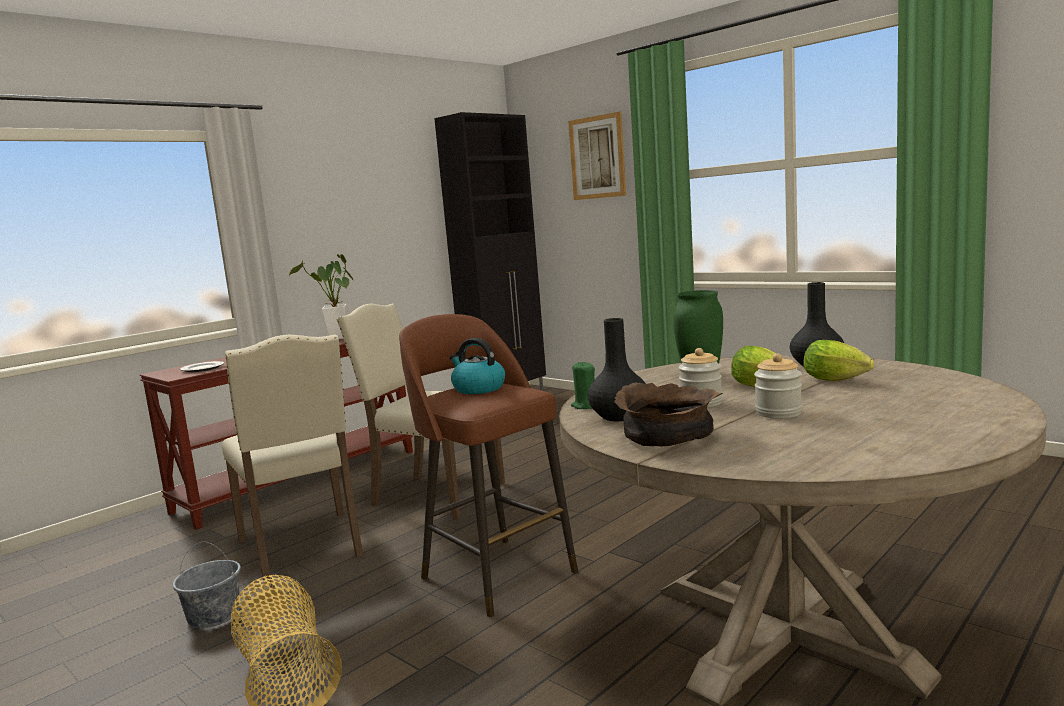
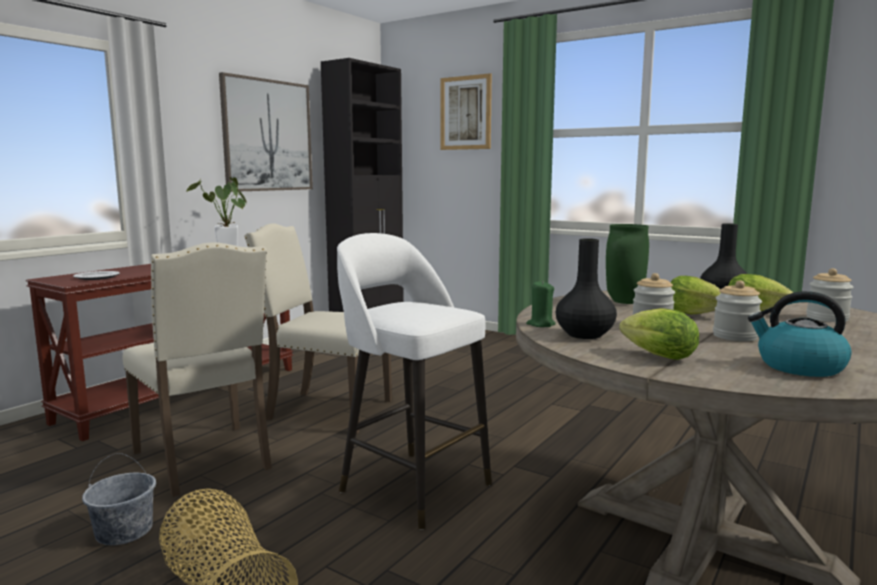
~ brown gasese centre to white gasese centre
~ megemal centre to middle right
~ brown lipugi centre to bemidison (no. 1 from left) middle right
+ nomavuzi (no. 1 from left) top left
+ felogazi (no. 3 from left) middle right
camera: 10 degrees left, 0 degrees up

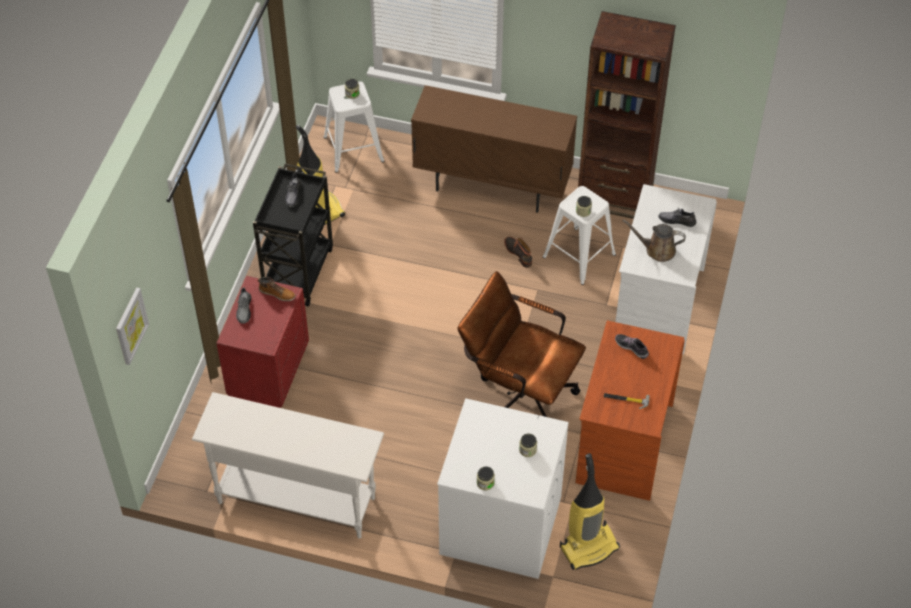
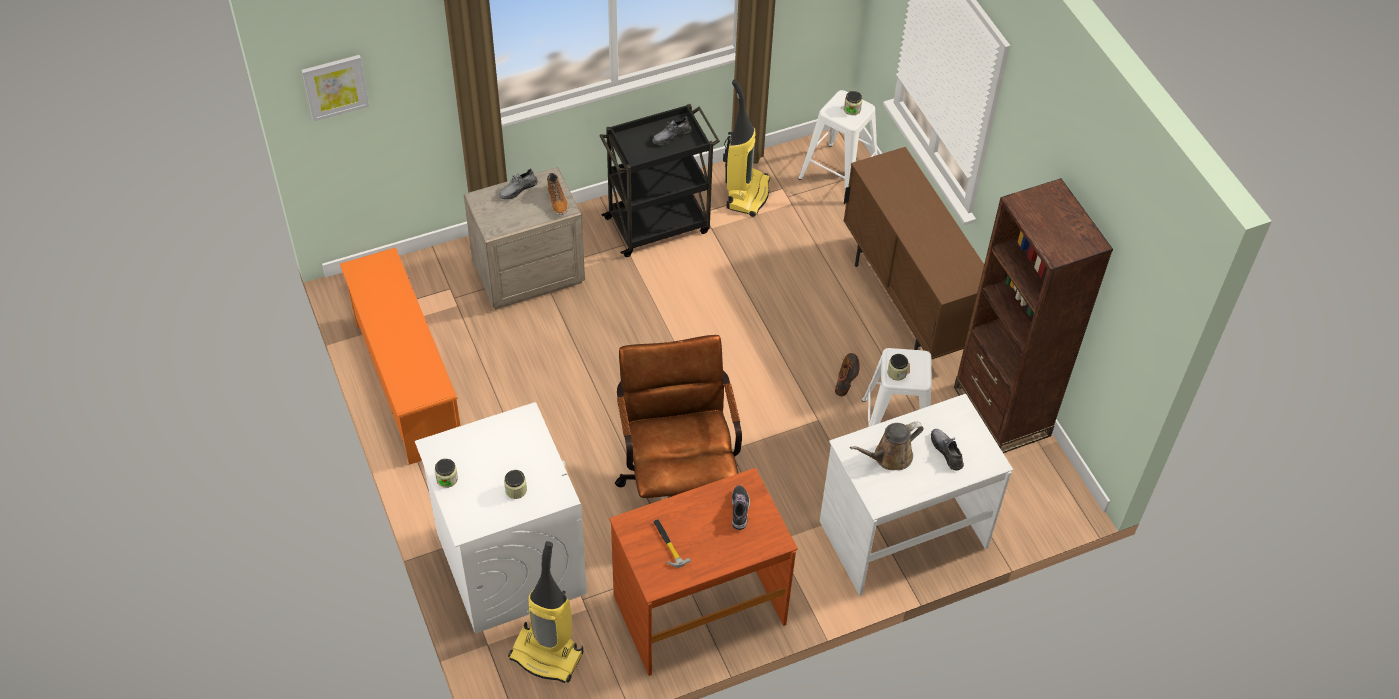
~ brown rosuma middle right = centre 90 degrees counterclockwise
~ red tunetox middle left to beige tunetox centre
~ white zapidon bottom left to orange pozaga middle left
camera: 50 degrees right, 0 degrees up

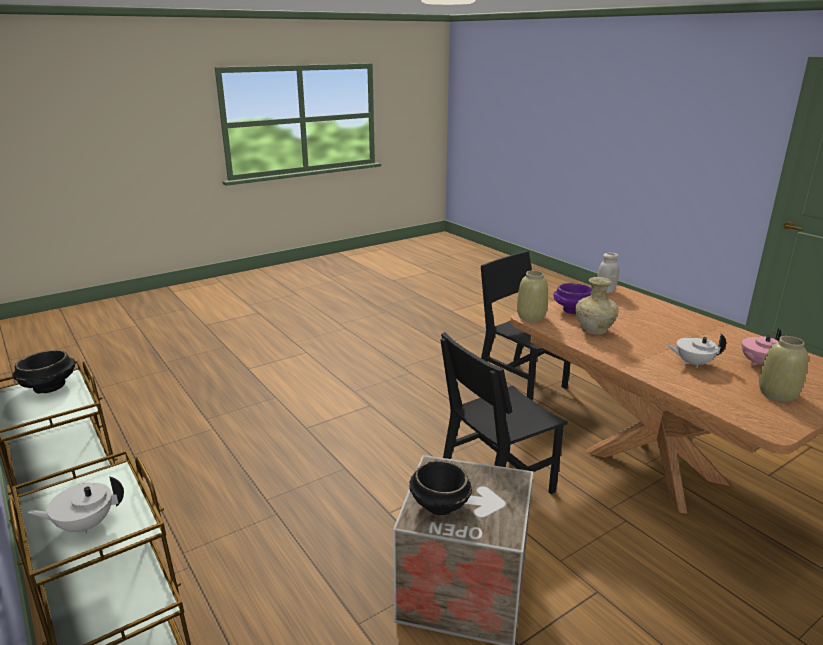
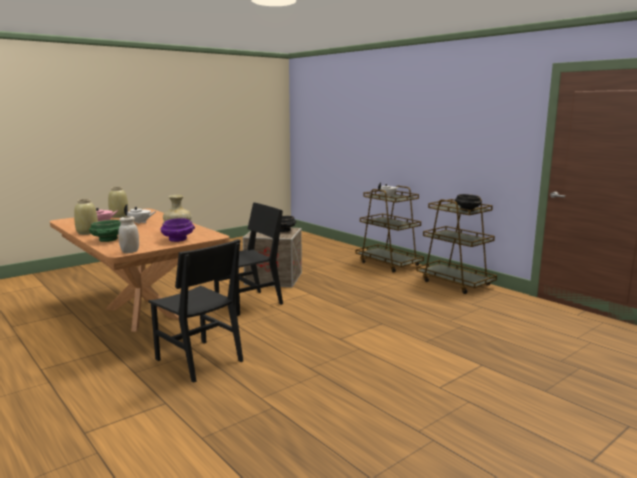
~ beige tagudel (no. 1 from left) centre to middle left
+ green lipugi middle left
camera: 175 degrees right, 10 degrees down

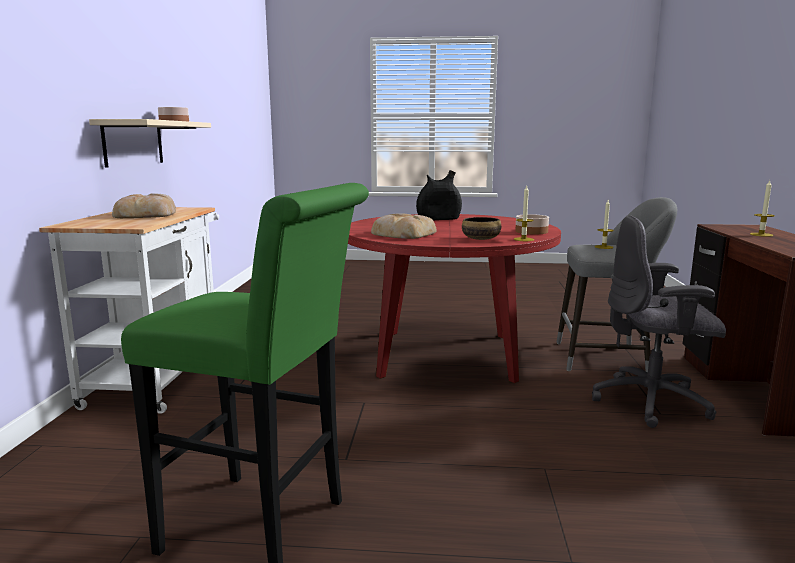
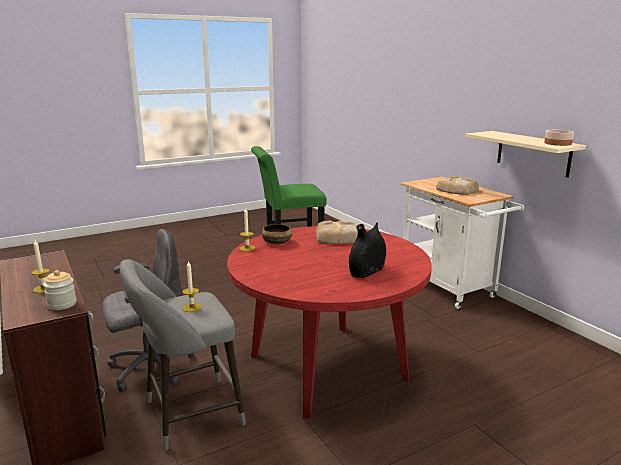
- lipugi (no. 3 from left) middle right
+ felogazi middle left
camera: 145 degrees right, 5 degrees up

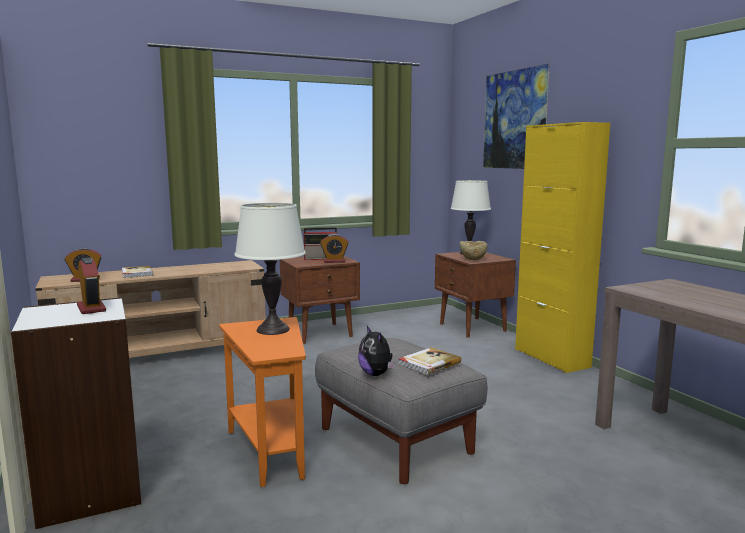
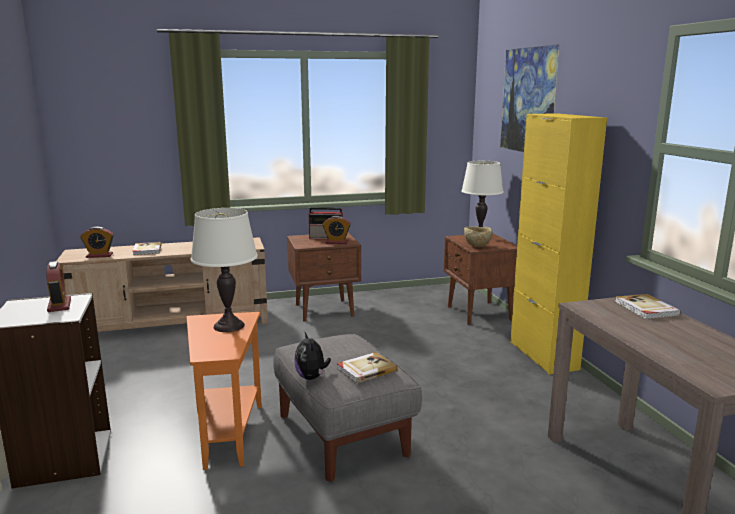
+ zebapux (no. 3 from left) middle right
camera: 10 degrees right, 5 degrees up

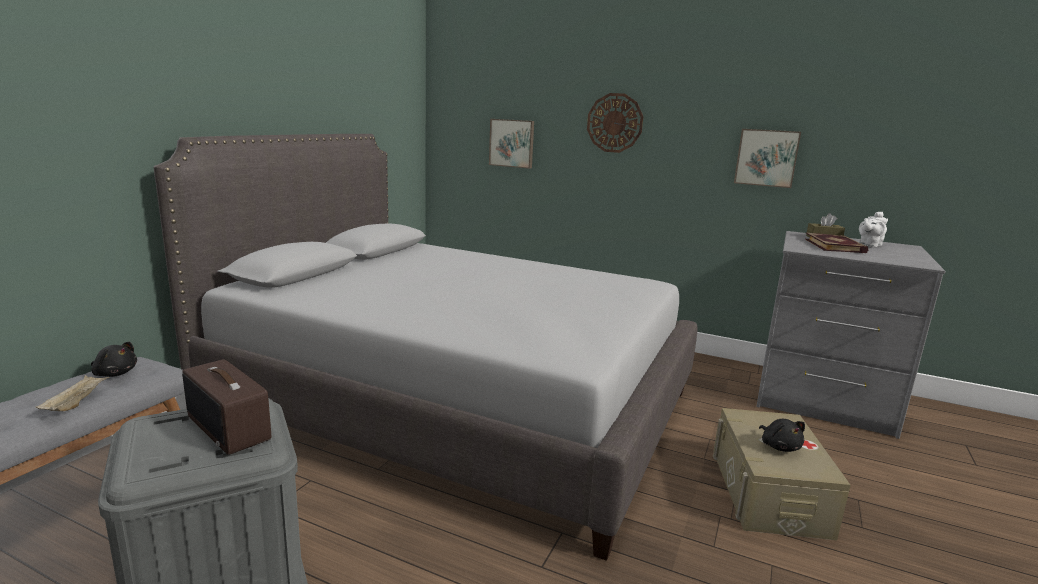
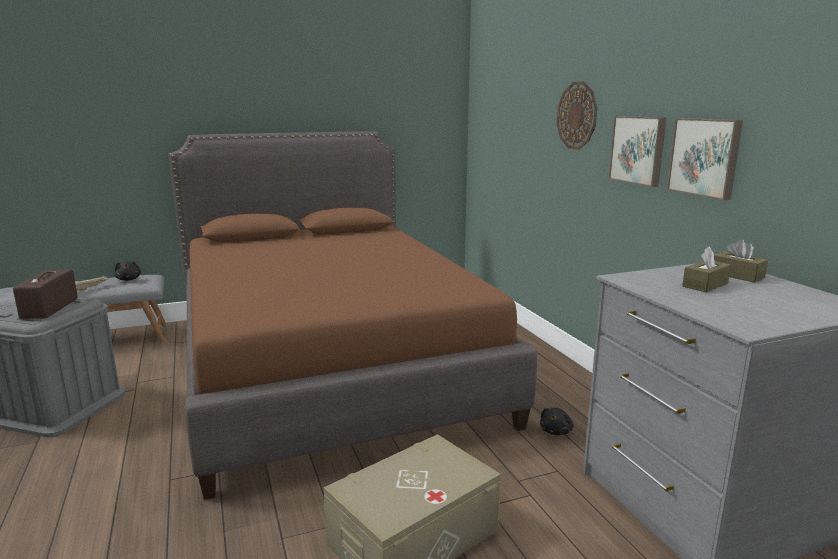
~ nomavuzi (no. 1 from left) top centre to top right
~ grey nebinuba centre to brown nebinuba centre
- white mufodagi middle right
~ zebapux middle right to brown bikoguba (no. 1 from left) middle right
~ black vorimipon (no. 2 from left) bottom right to bottom centre
camera: 45 degrees right, 0 degrees up

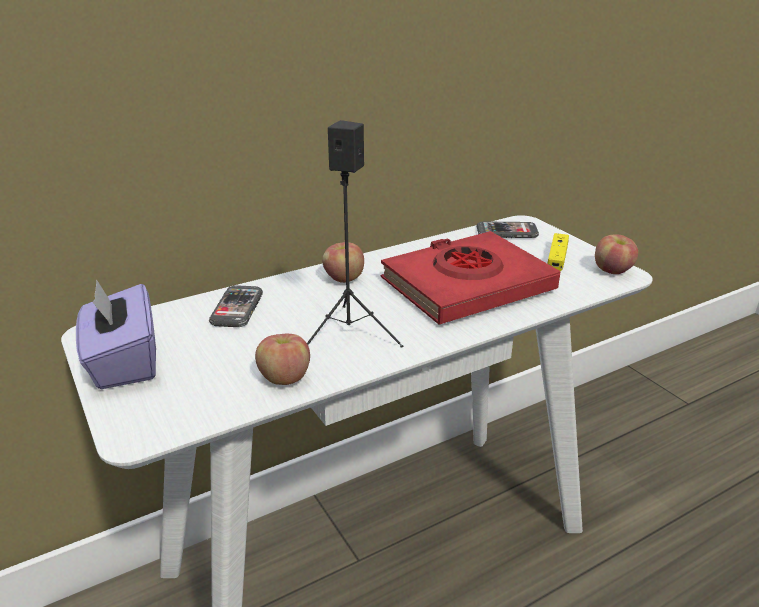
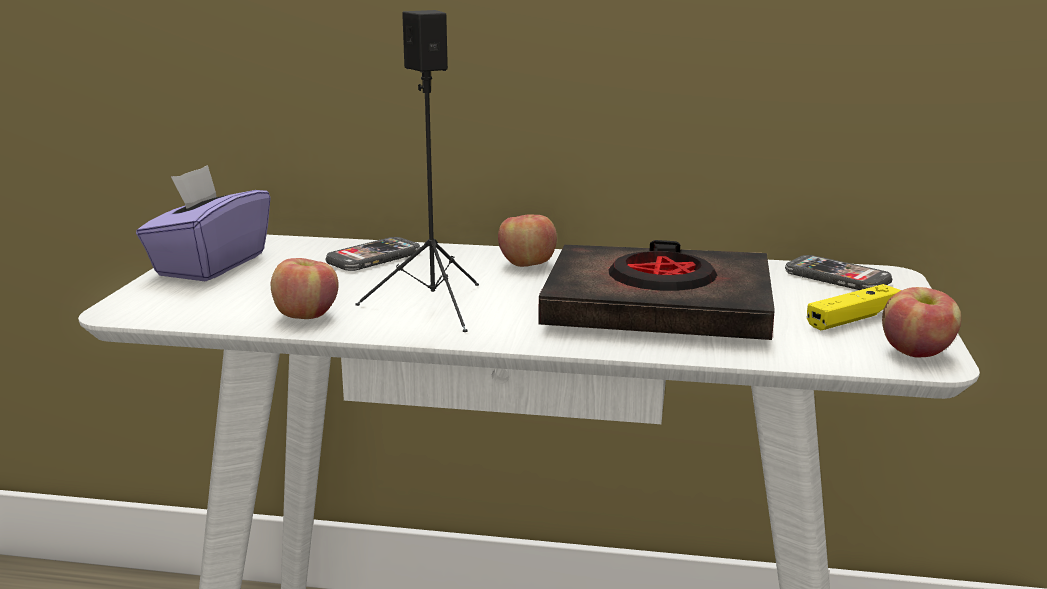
~ red zebapux centre to black zebapux centre
camera: 40 degrees right, 10 degrees down

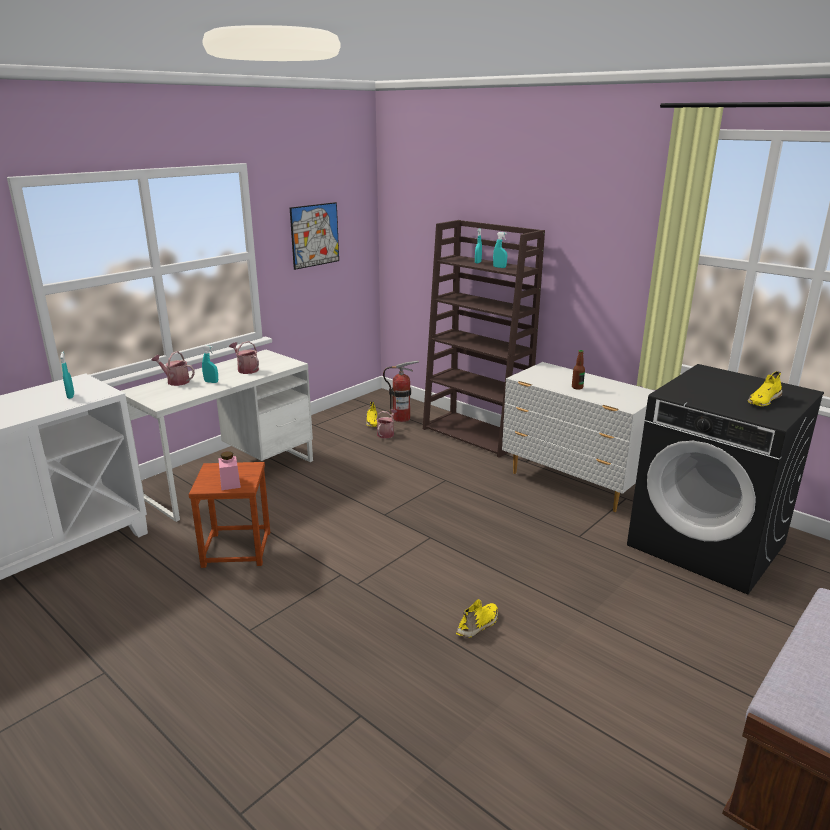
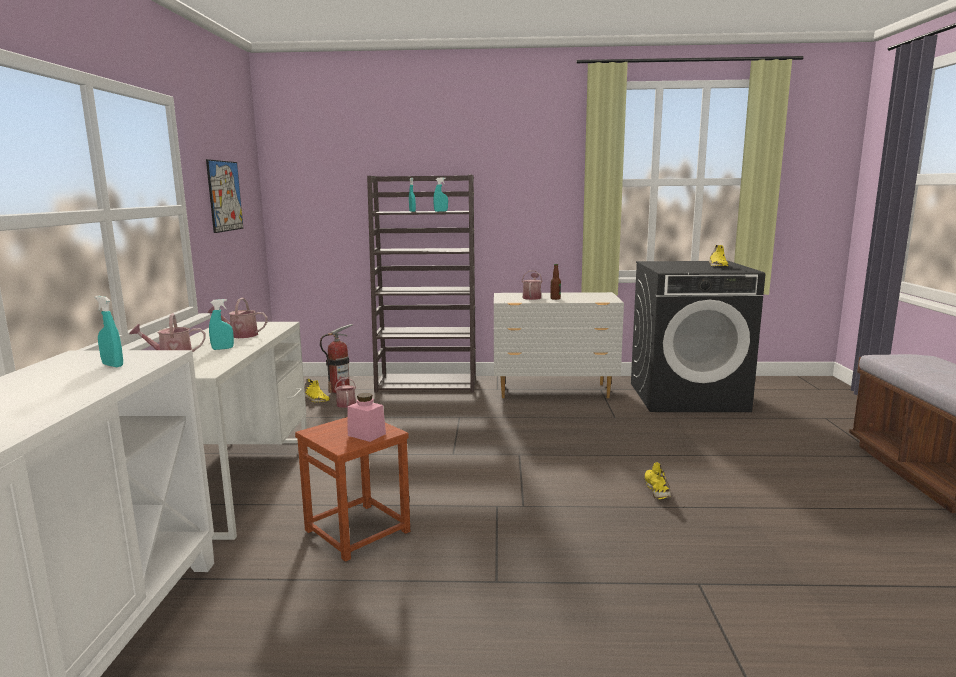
+ rosuma (no. 4 from left) centre
camera: 40 degrees left, 10 degrees down

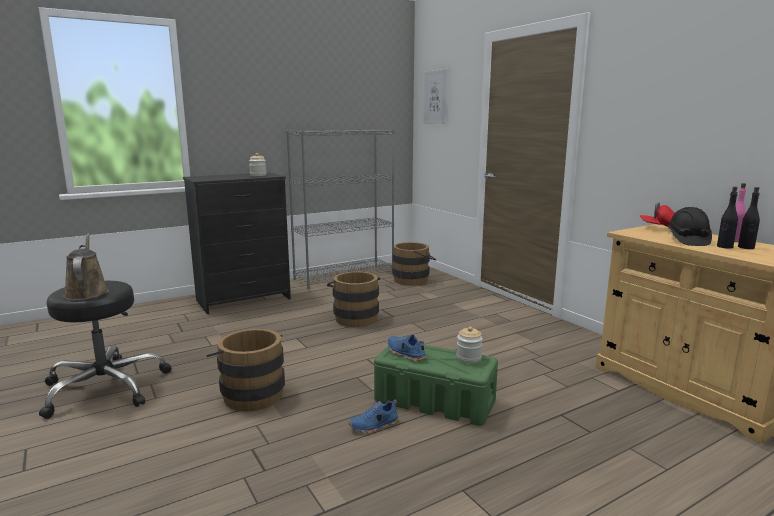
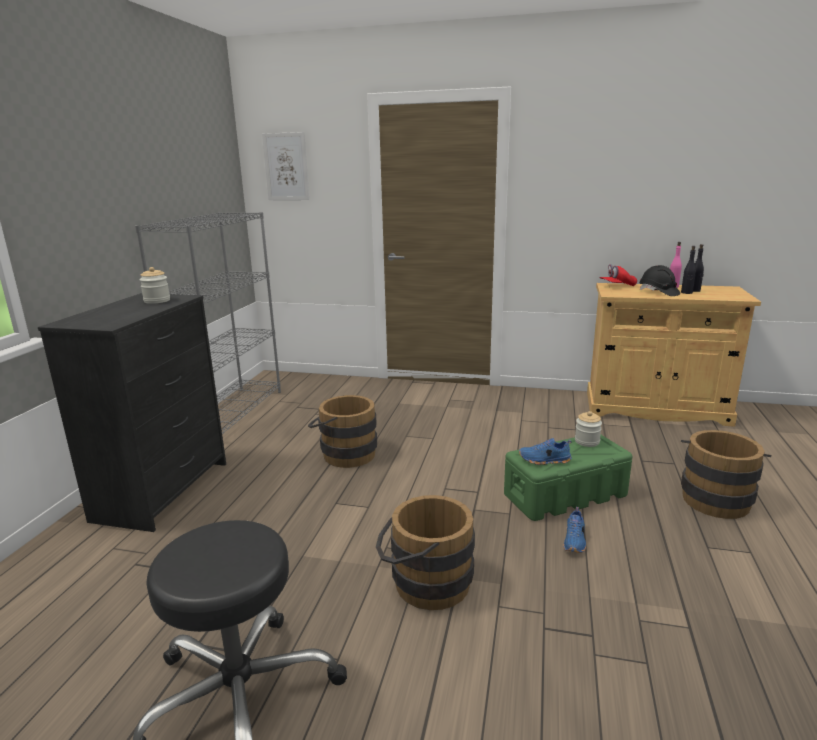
- brown rosuma middle left
~ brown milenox (no. 3 from left) centre to middle right
camera: 45 degrees left, 5 degrees up

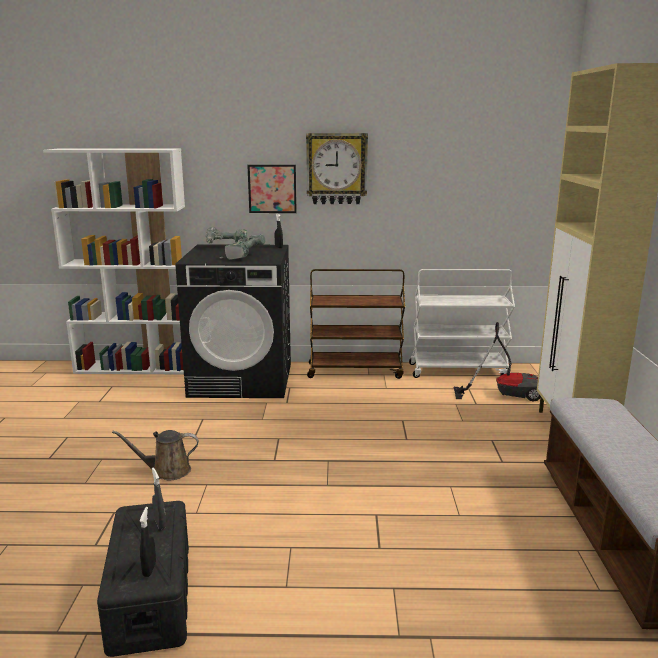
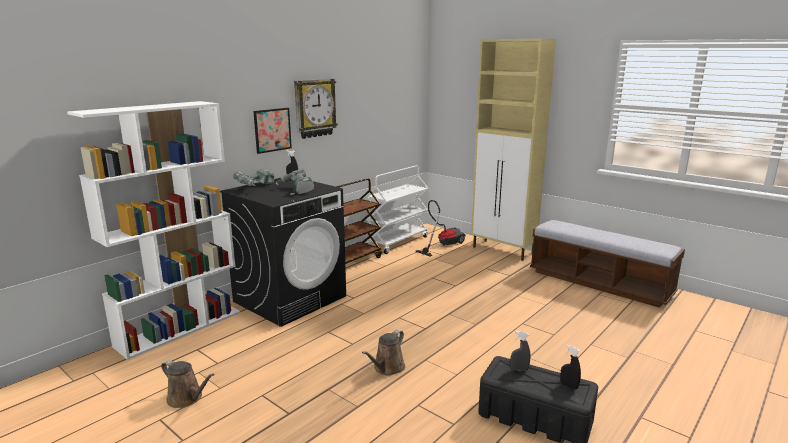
+ brown rosuma (no. 1 from left) bottom left
camera: 50 degrees left, 0 degrees up

